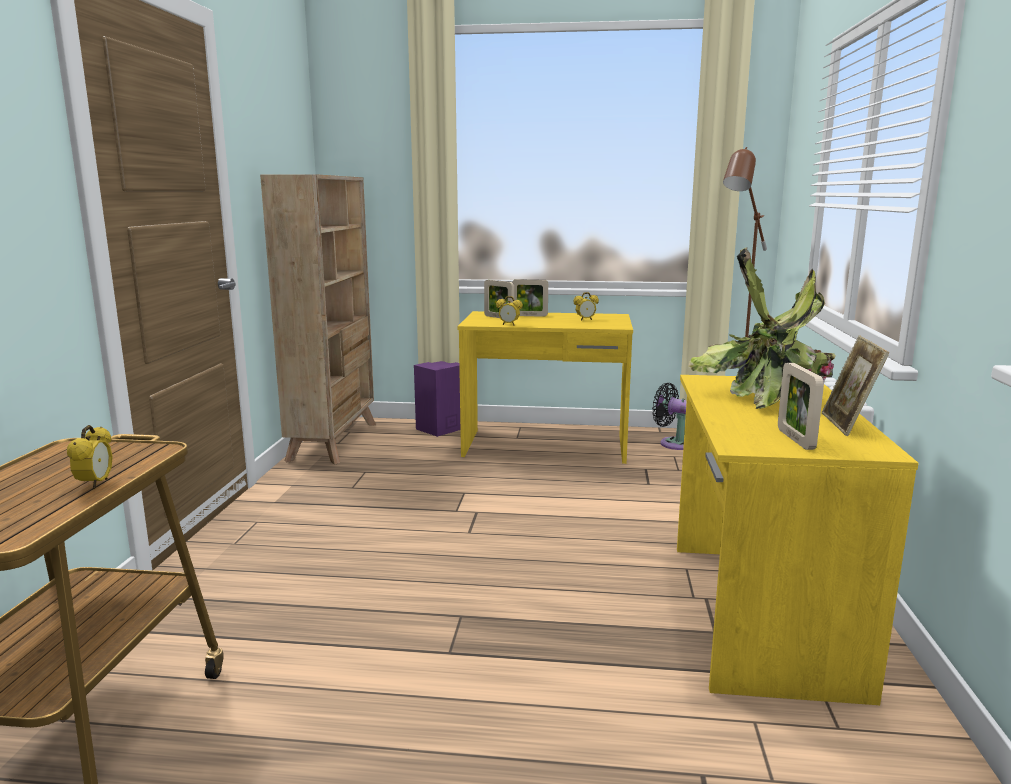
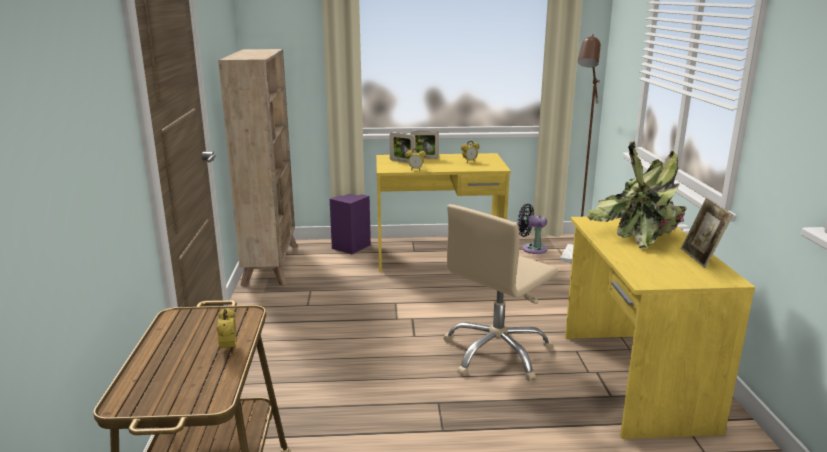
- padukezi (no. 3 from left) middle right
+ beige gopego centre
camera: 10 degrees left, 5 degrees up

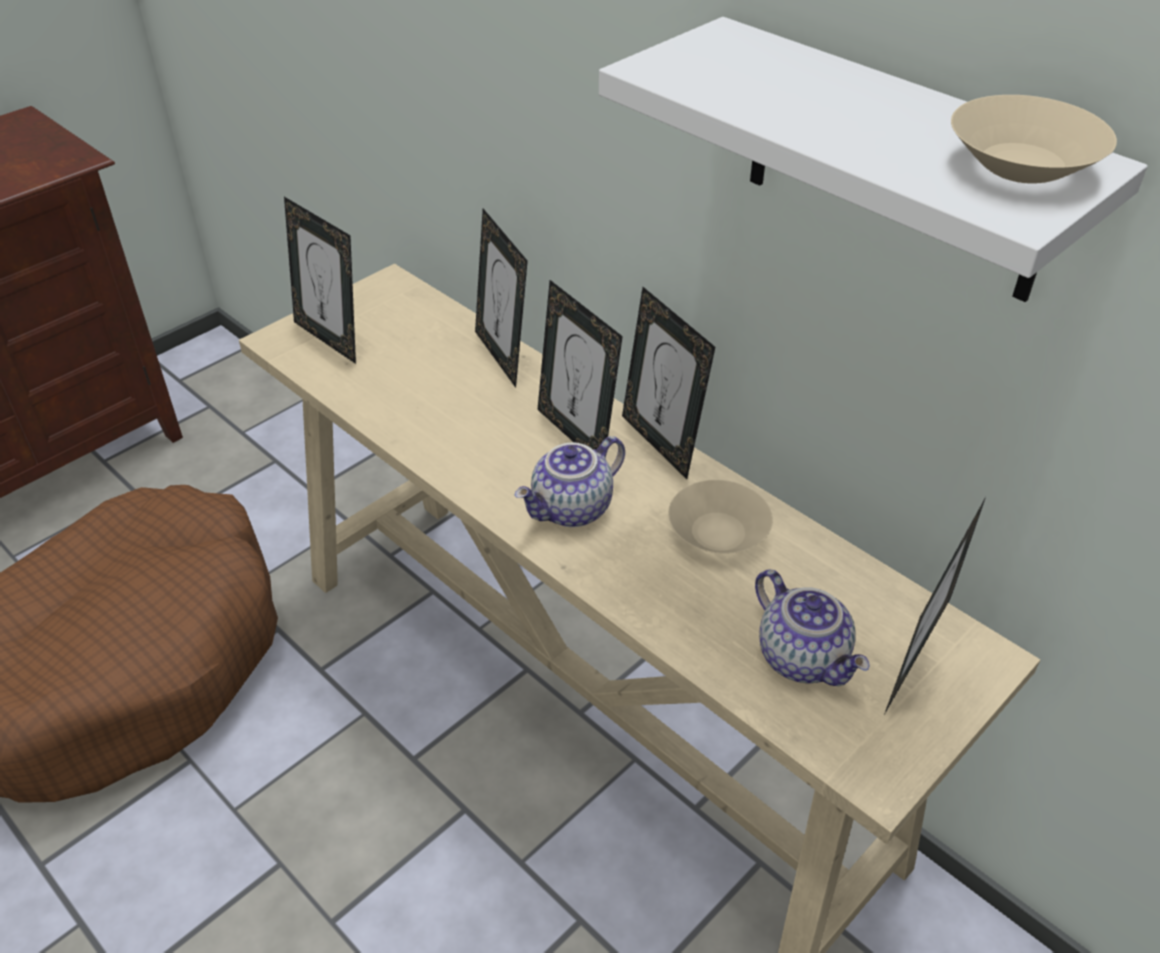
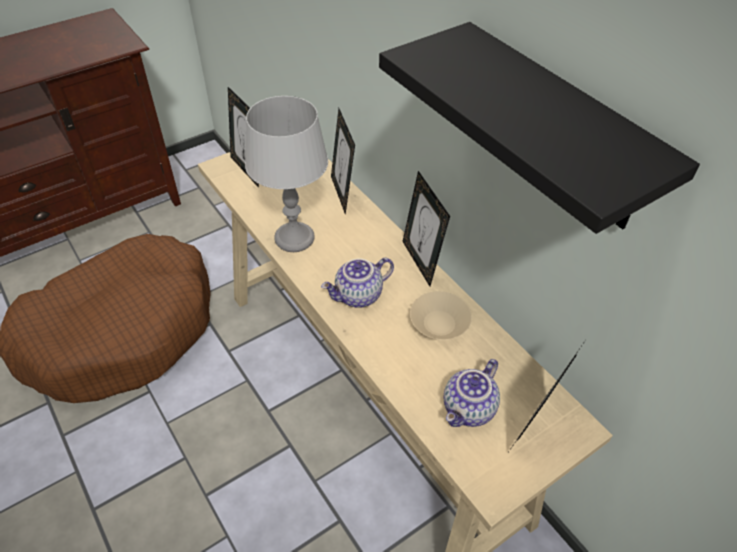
~ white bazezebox top right to black bazezebox top right
- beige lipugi (no. 2 from left) top right
- padukezi (no. 3 from left) centre
~ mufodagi (no. 2 from left) middle right = bottom centre 60 degrees clockwise
+ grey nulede top centre
camera: 10 degrees right, 5 degrees up

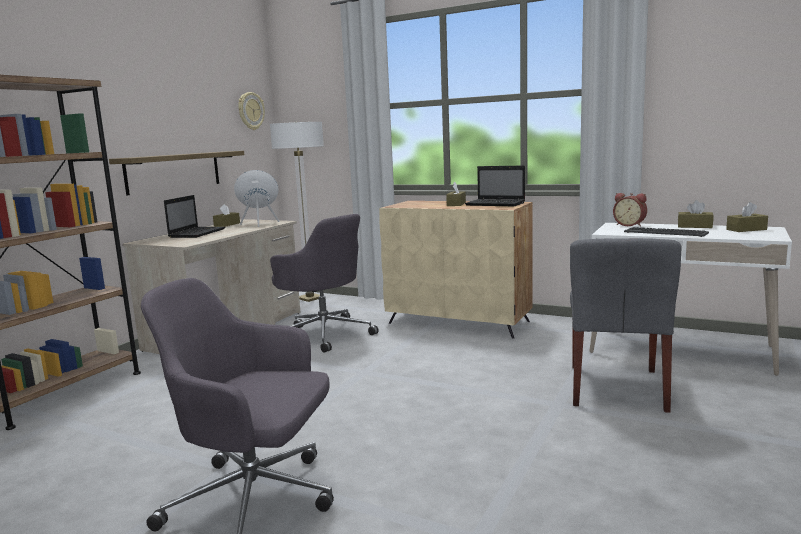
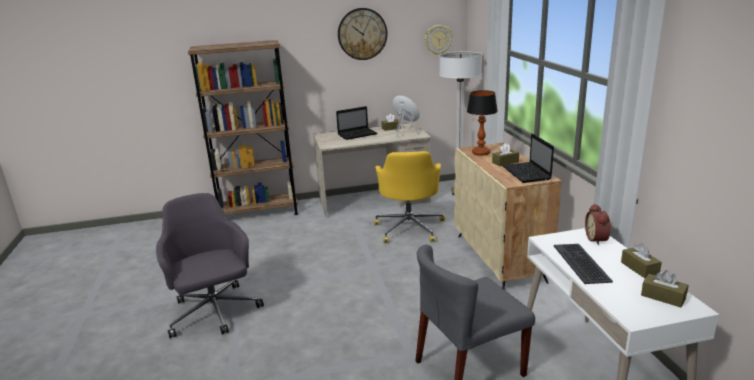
- bazezebox top left
~ grey gopego (no. 2 from left) centre to yellow gopego centre
+ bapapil (no. 1 from left) top centre
+ nulede top centre
camera: 50 degrees right, 10 degrees up

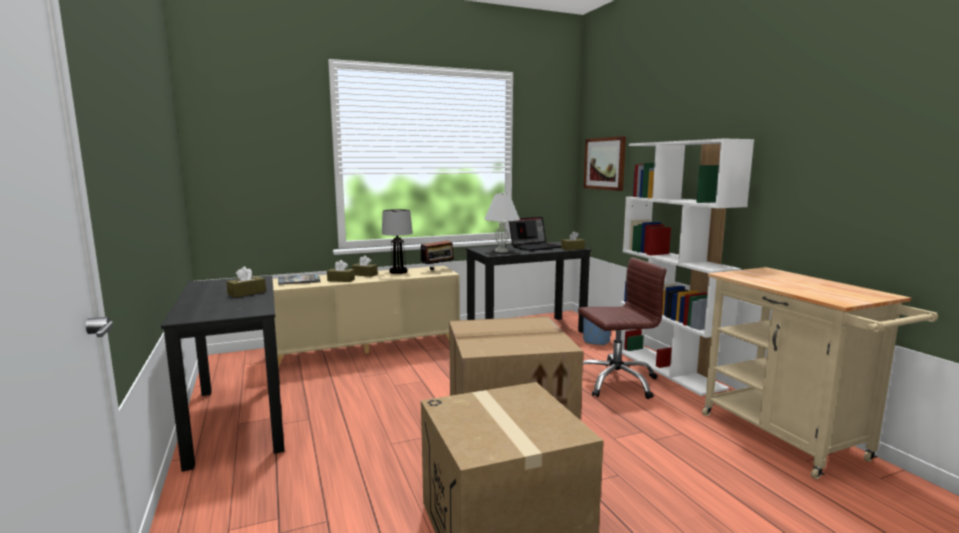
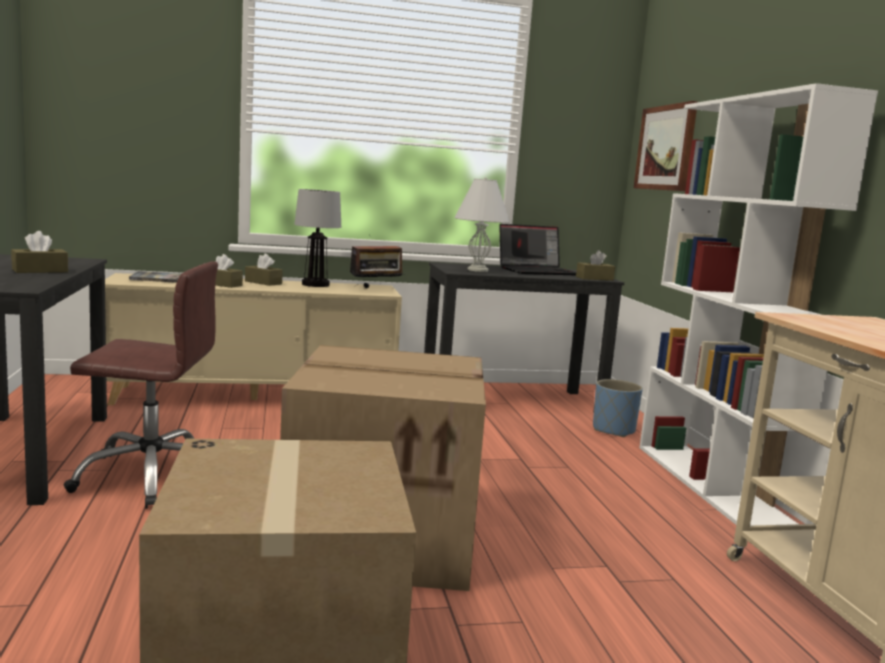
~ brown gopego centre to middle left
camera: 10 degrees right, 0 degrees up

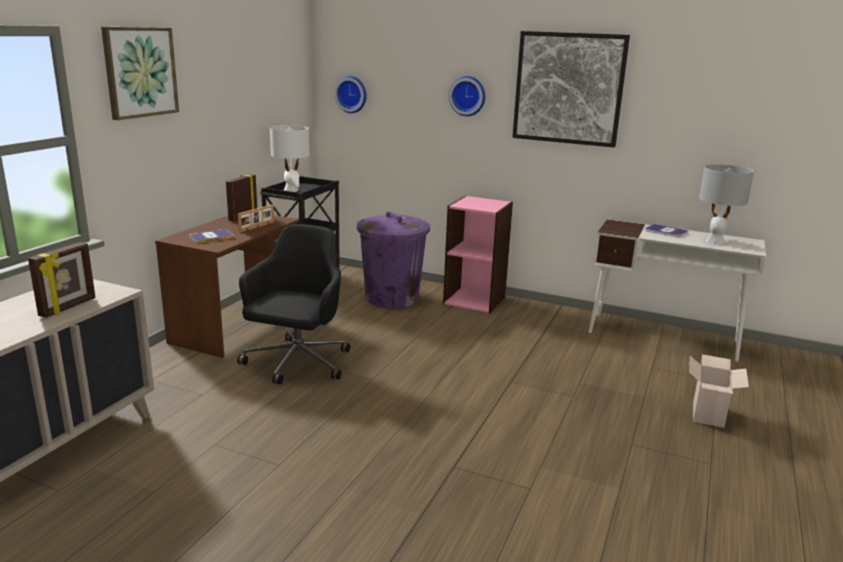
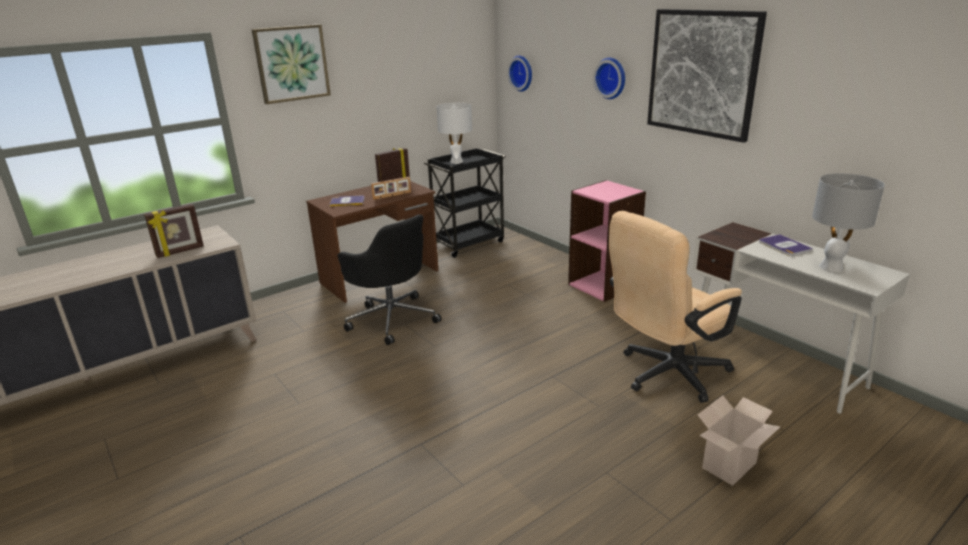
- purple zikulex centre
~ black gopego centre = centre 90 degrees clockwise
+ beige gopego middle right
camera: 30 degrees right, 5 degrees up

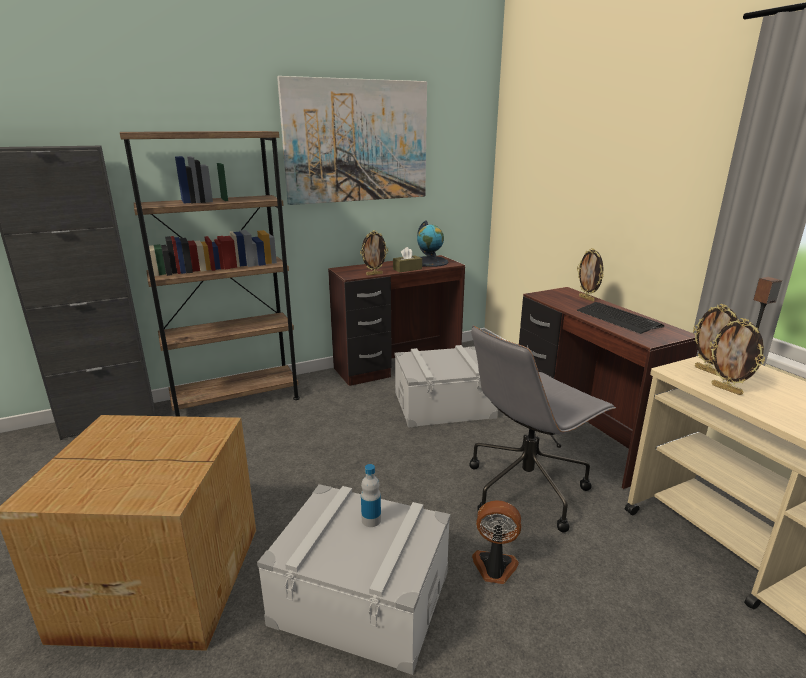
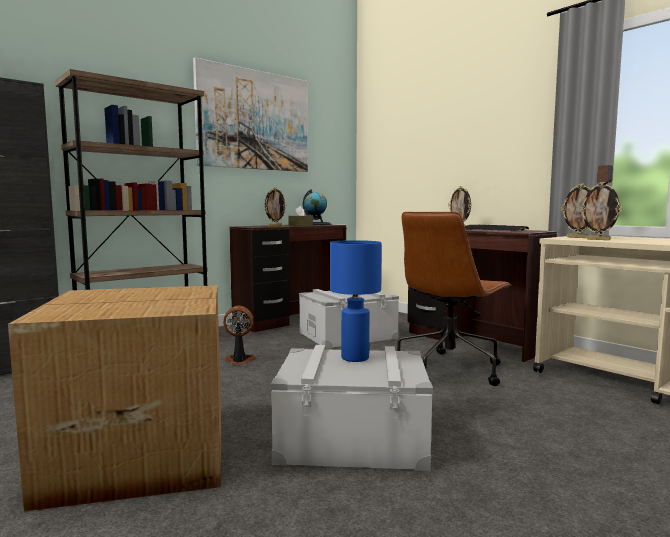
~ grey gopego middle right to brown gopego middle right
~ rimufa bottom centre to blue nulede centre
~ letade bottom centre to centre
camera: 15 degrees left, 15 degrees down

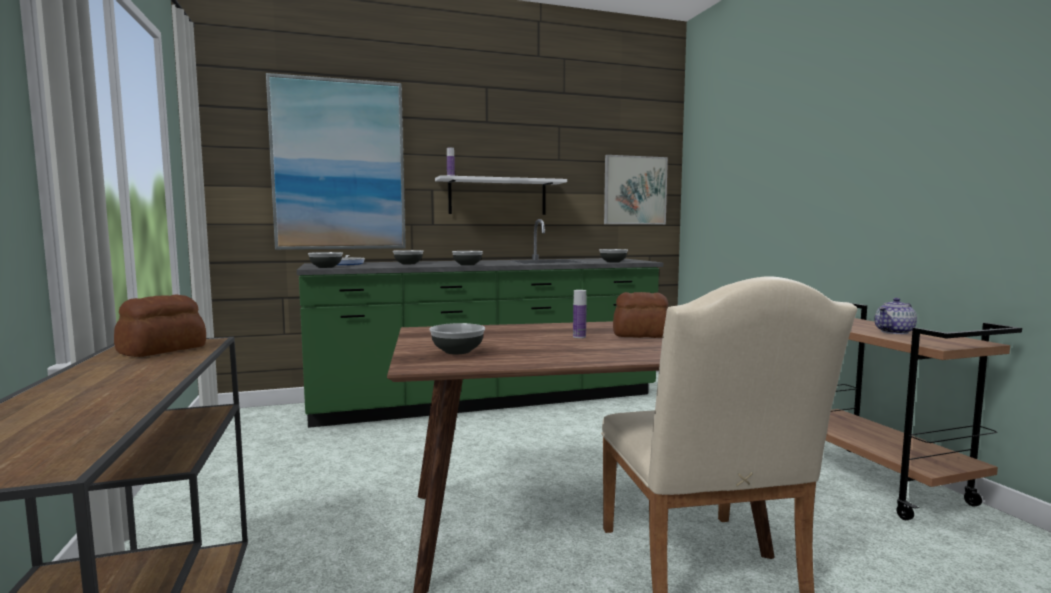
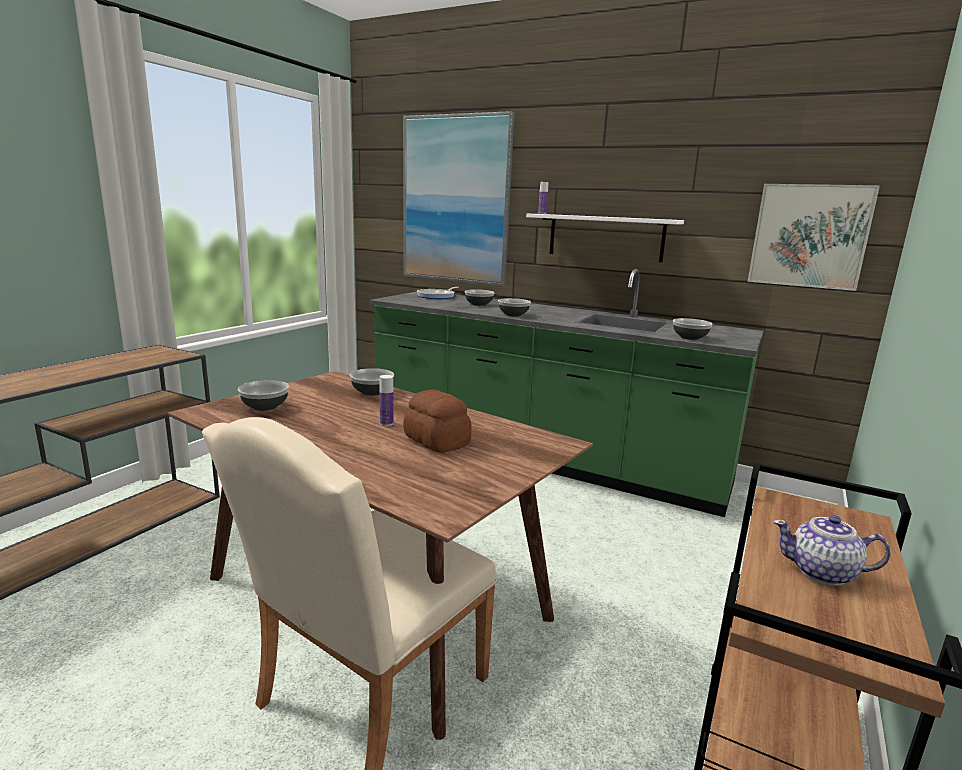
~ lipugi (no. 1 from left in the first image) middle left to lipugi (no. 2 from left) centre
- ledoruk (no. 1 from left) middle left
camera: 45 degrees right, 10 degrees up

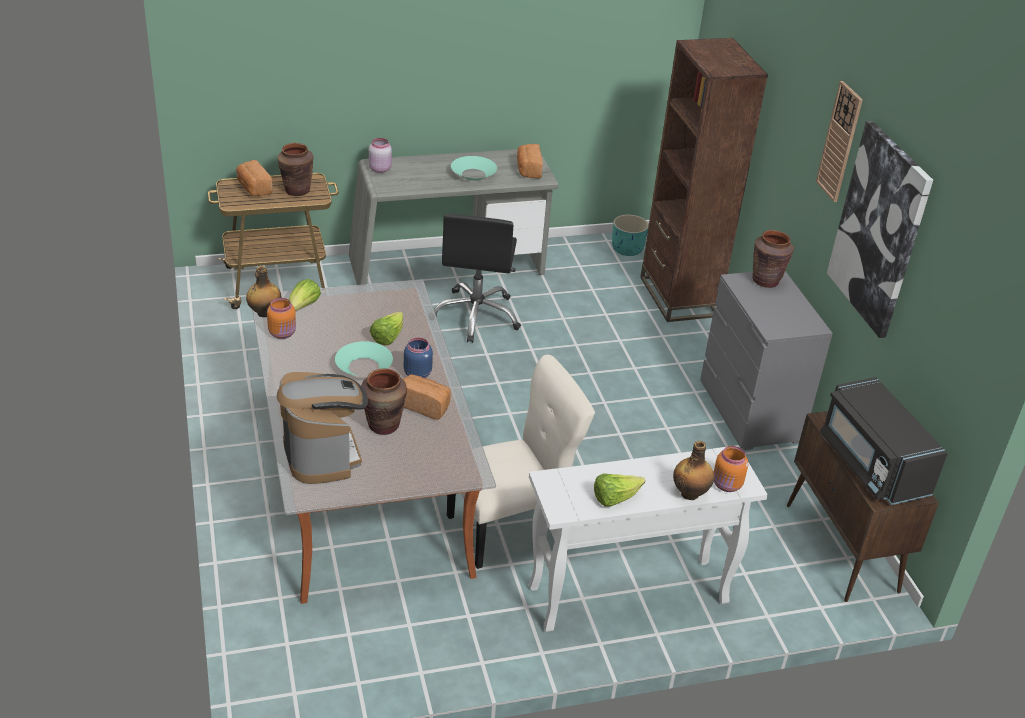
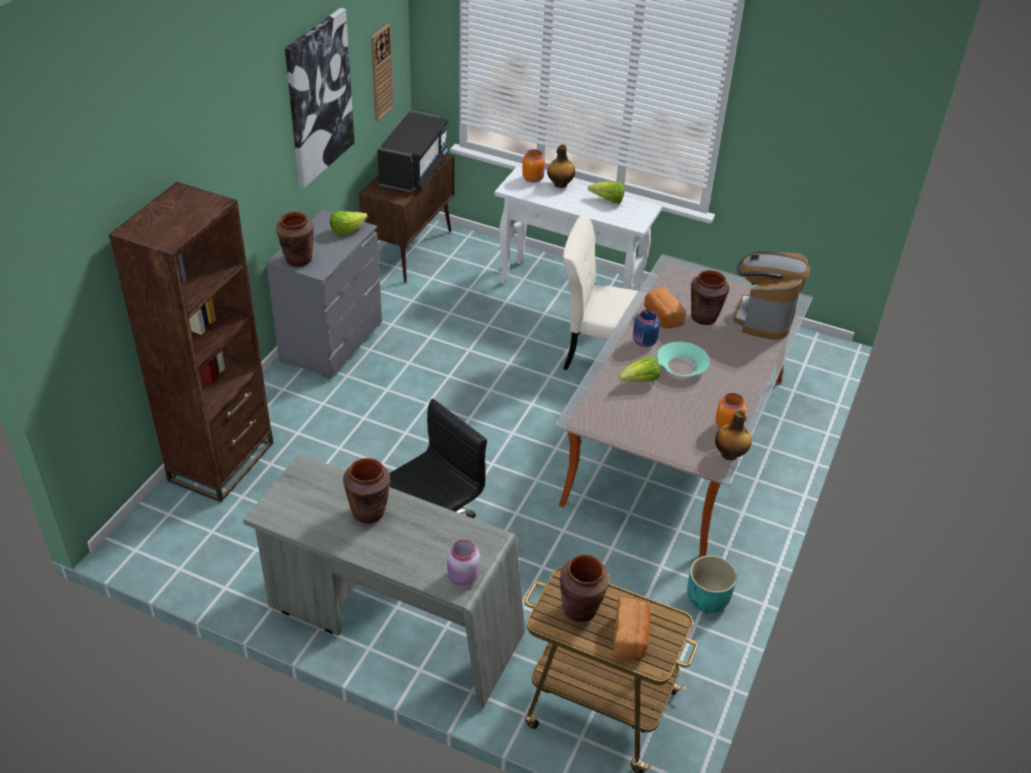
~ bapapil top right to top centre
- ledoruk (no. 3 from left) top centre
~ turquoise lipugi (no. 2 from left) top centre to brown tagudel (no. 2 from left) centre
~ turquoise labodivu top centre to bottom right
~ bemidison (no. 1 from left) middle left to top centre
camera: 140 degrees left, 5 degrees up

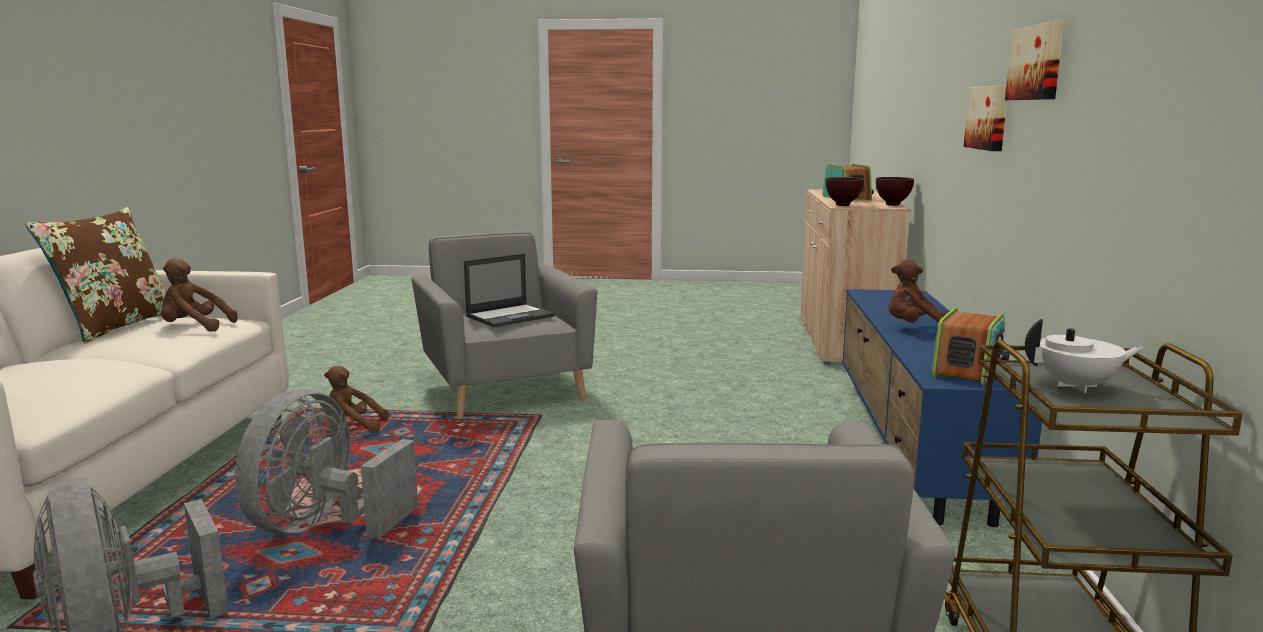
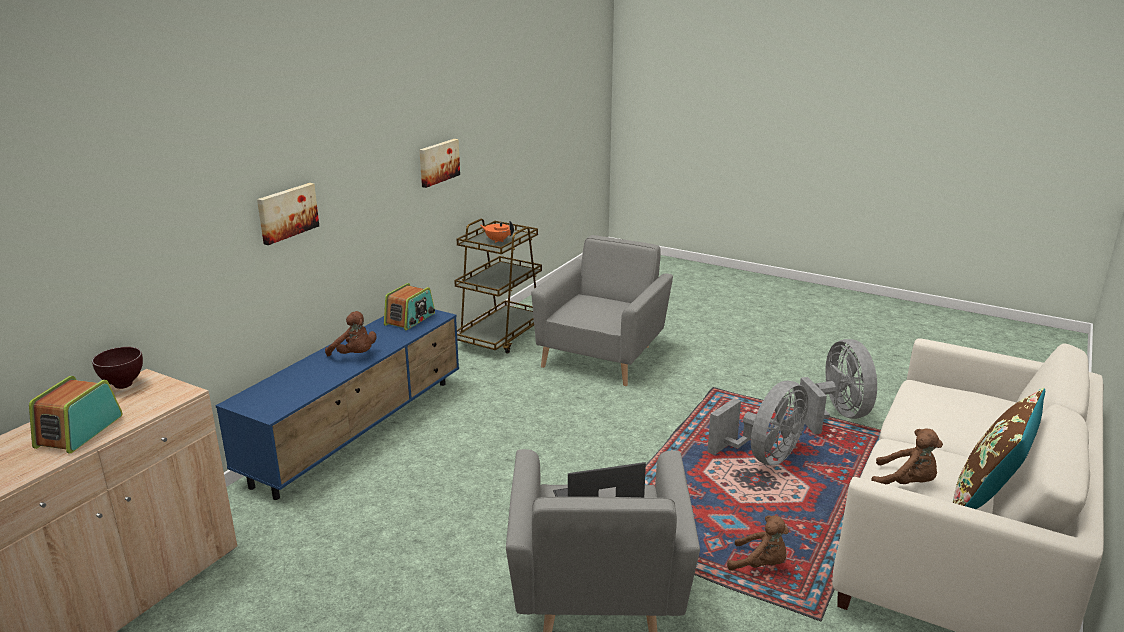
~ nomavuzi (no. 2 from left) top right to top centre
- brown lipugi (no. 1 from left) top right
~ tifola (no. 2 from left) middle right = centre 150 degrees clockwise
~ white mufodagi middle right to orange mufodagi centre
camera: 155 degrees left, 10 degrees up

